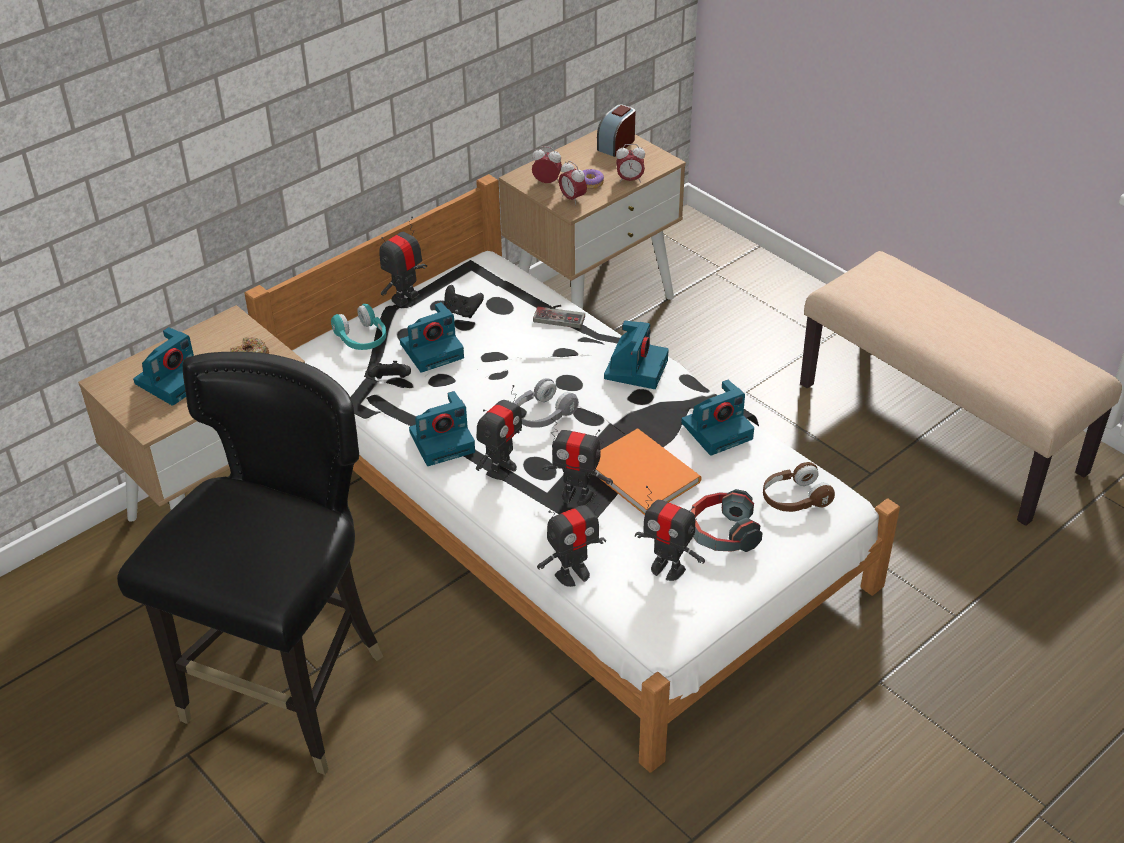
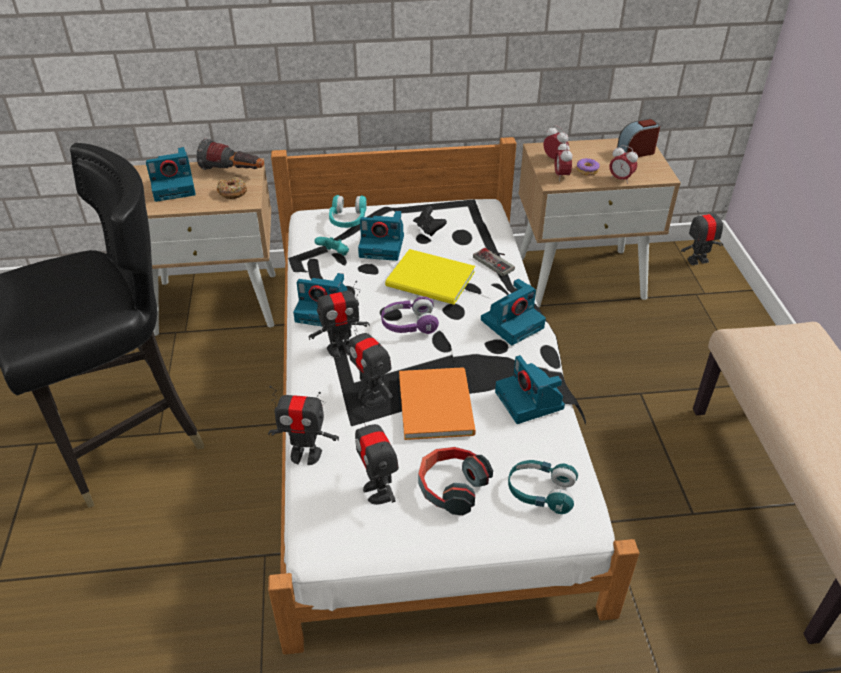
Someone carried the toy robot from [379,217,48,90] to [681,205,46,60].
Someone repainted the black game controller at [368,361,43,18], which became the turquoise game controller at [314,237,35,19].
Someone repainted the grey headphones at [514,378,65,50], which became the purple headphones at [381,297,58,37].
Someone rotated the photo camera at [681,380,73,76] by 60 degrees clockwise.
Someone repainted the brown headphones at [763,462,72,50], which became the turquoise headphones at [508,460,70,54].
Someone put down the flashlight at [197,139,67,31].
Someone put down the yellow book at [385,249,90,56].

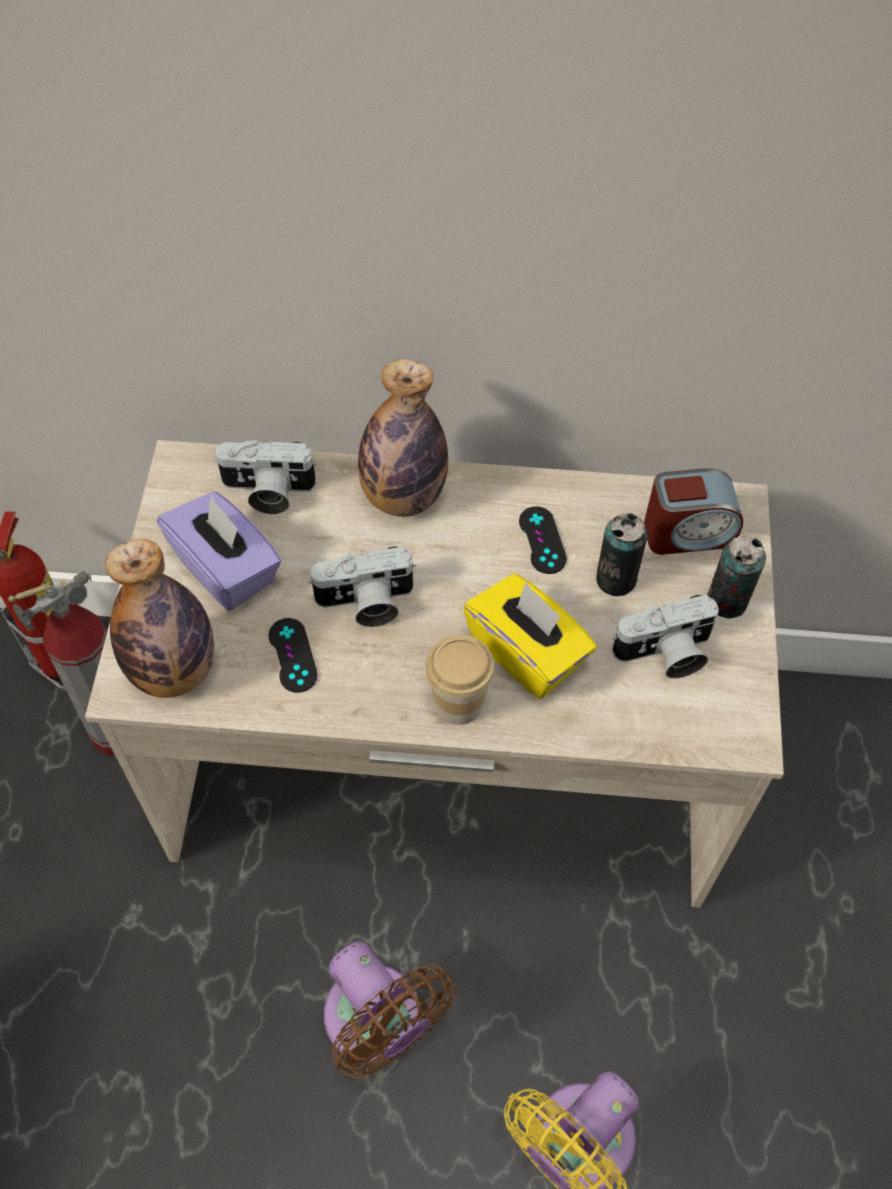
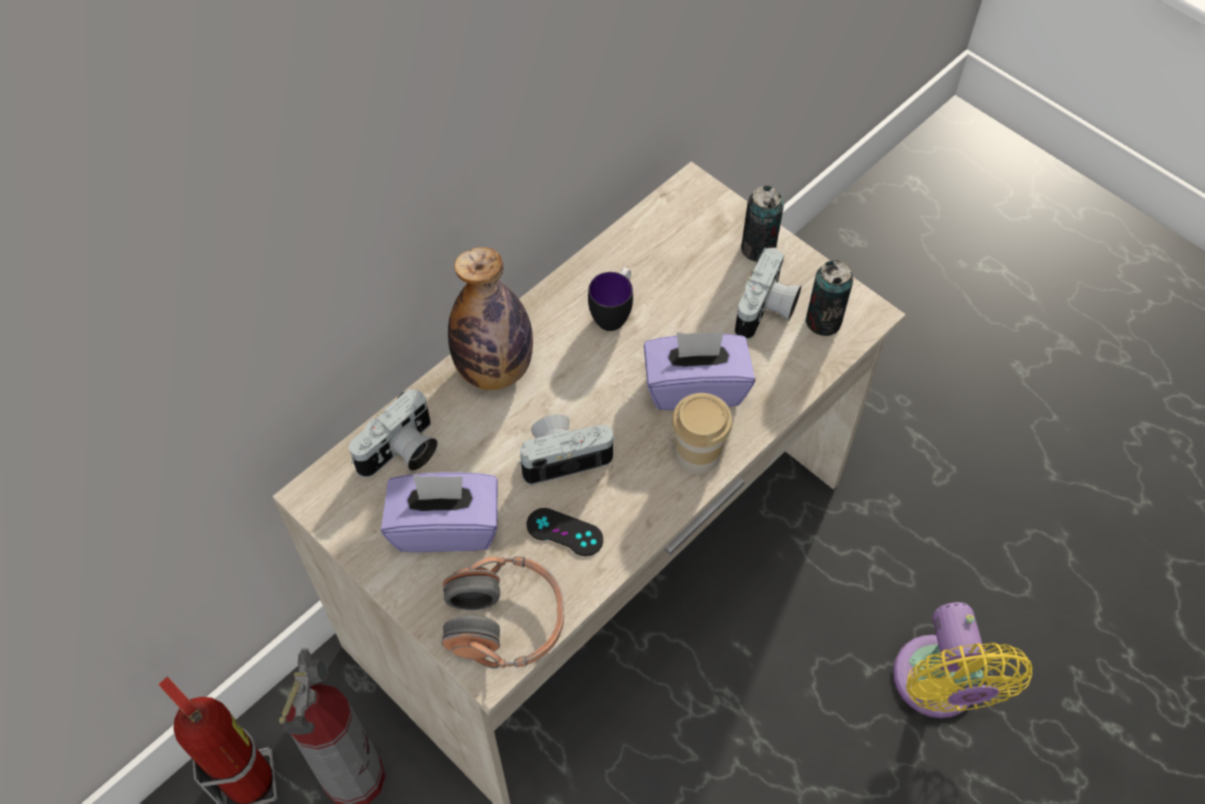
Someone took away the alarm clock at [644,468,100,87].
Someone swapped the black game controller at [519,506,48,68] for the mug at [588,268,45,63].
Someone carried the can from [596,513,52,83] to [805,260,48,76].
Someone swapped the bottle at [105,539,109,159] for the headphones at [442,556,122,112].
Someone rotated the photo camera at [308,546,108,81] by 135 degrees counterclockwise.
Someone repainted the yellow tissue box at [463,574,134,125], which became the purple tissue box at [644,332,111,78].
Someone took away the brown fan at [324,941,131,137].

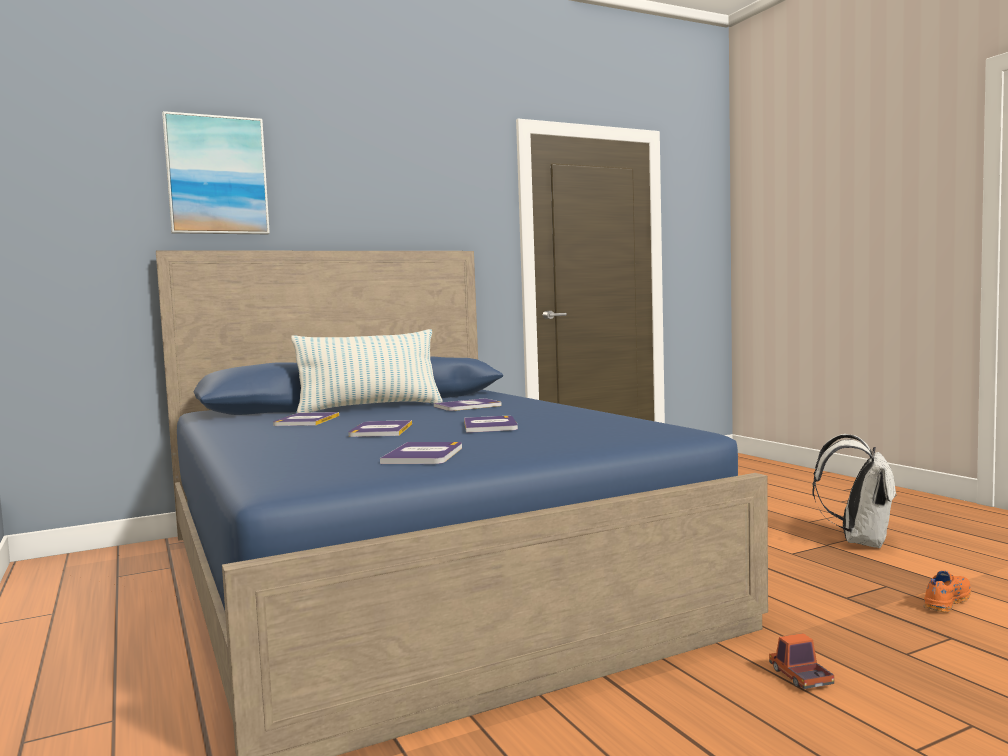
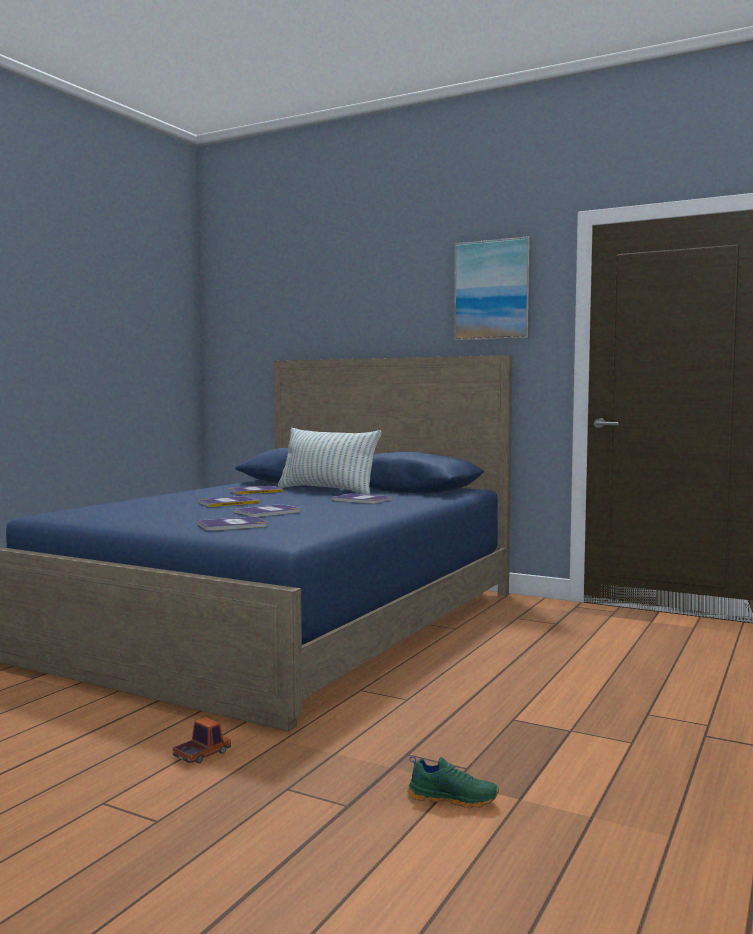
Someone carried the picture from [162,111,108,123] to [454,236,78,105].
Someone took away the white backpack at [812,434,85,114].
Someone carried the book from [380,442,82,22] to [197,517,71,14].
Someone repainted the orange shoe at [924,570,47,43], which became the green shoe at [408,756,91,52].

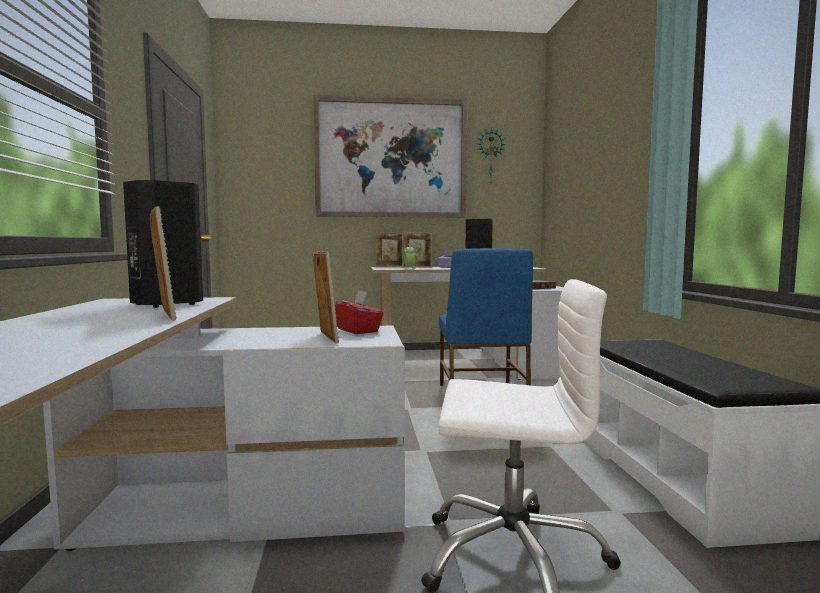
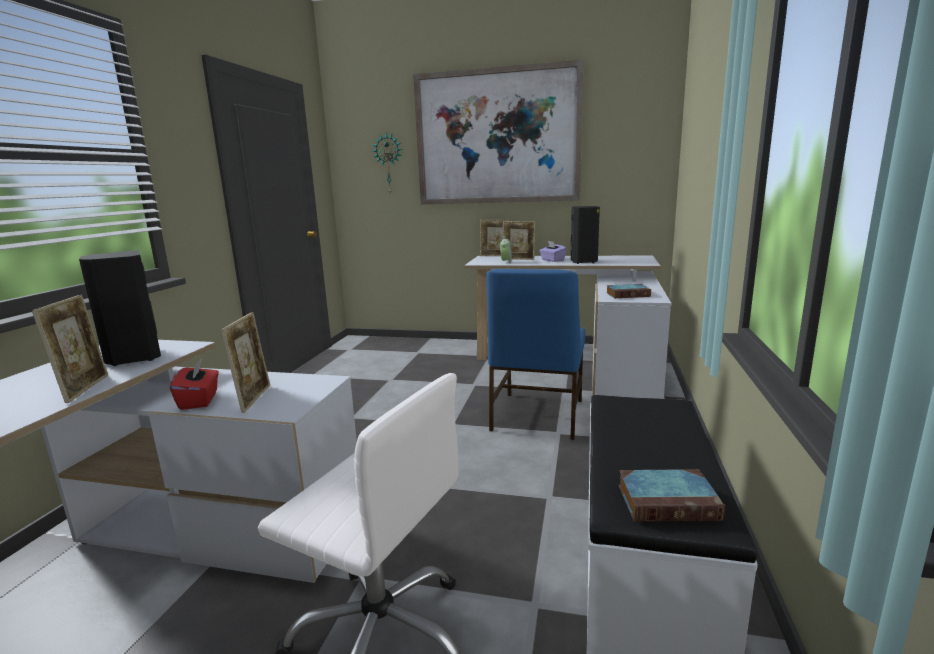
Someone carried the wall clock from [477,128,30,58] to [372,133,31,62].
Someone carried the red tissue box from [334,290,50,44] to [170,359,49,51].
Someone put down the book at [619,469,106,53].

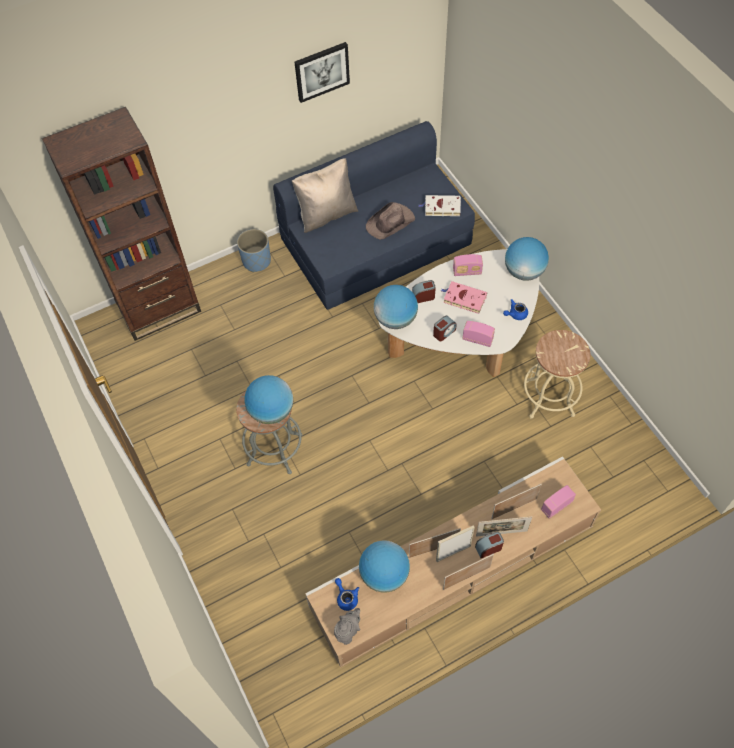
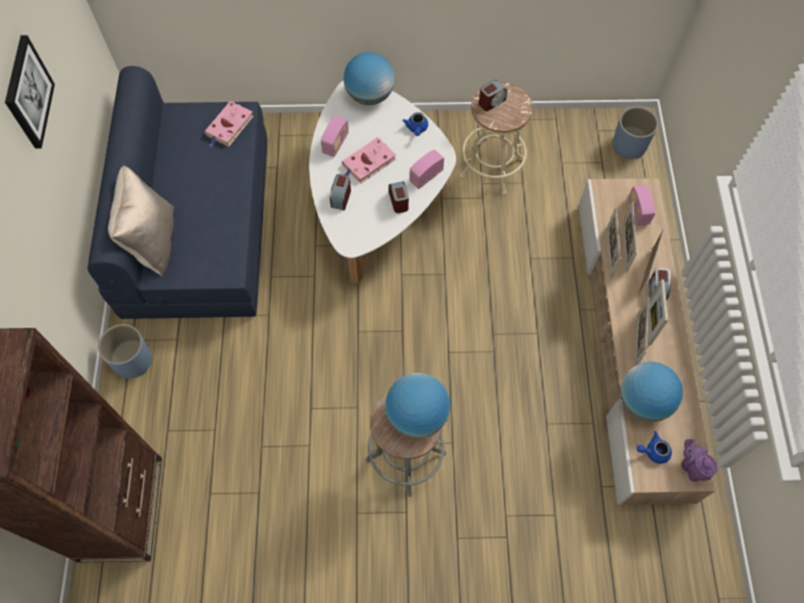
Someone repainted the white book at [418,195,43,21], which became the pink book at [204,101,50,47].
Someone took away the brown hat at [366,202,49,38].
Someone took away the globe at [374,285,44,44].
Someone carried the picture frame from [443,554,51,36] to [606,208,15,71].
Someone repainted the grey teapot at [334,608,26,37], which became the purple teapot at [682,439,36,43].
Someone put down the alarm clock at [479,80,28,31].
Someone put down the blue planter at [613,107,45,52].

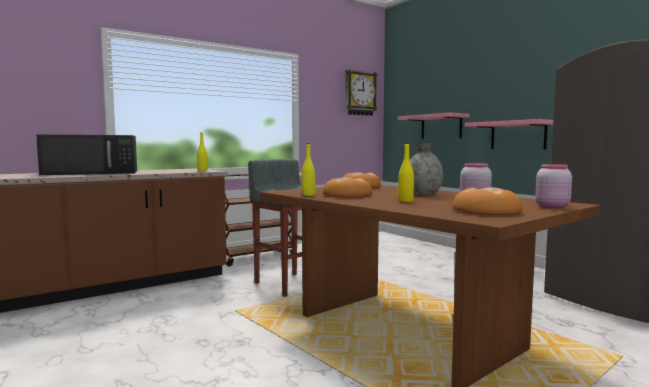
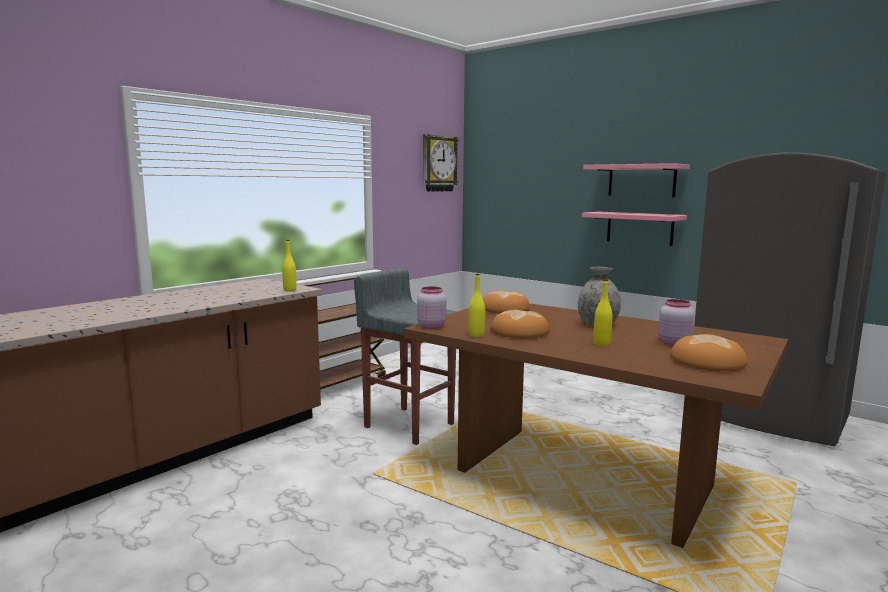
Someone carried the pink shelf from [397,113,73,26] to [583,163,107,34].
Someone took away the black microwave at [36,134,101,41].
Someone carried the pink jar from [535,164,37,45] to [417,287,29,42].

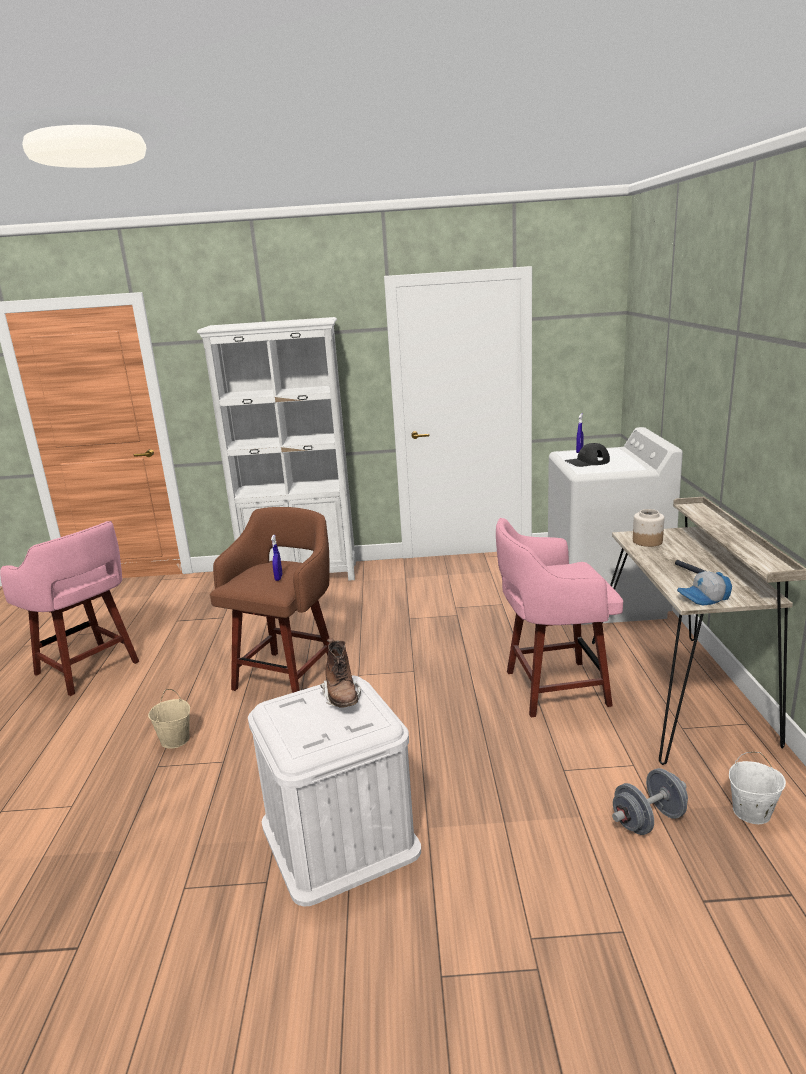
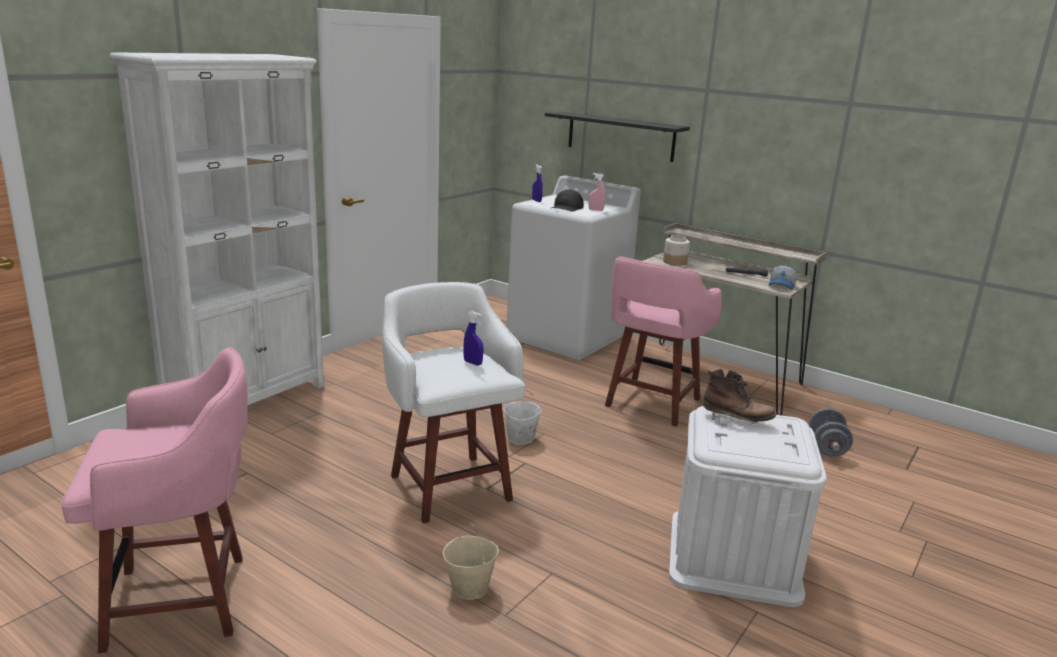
Someone repainted the brown stool at [210,507,120,186], which became the white stool at [382,282,143,241].
Someone carried the white bucket from [729,752,57,72] to [504,390,37,55].
Someone put up the black shelf at [545,111,145,51].
Someone put down the pink spray bottle at [589,173,16,38].

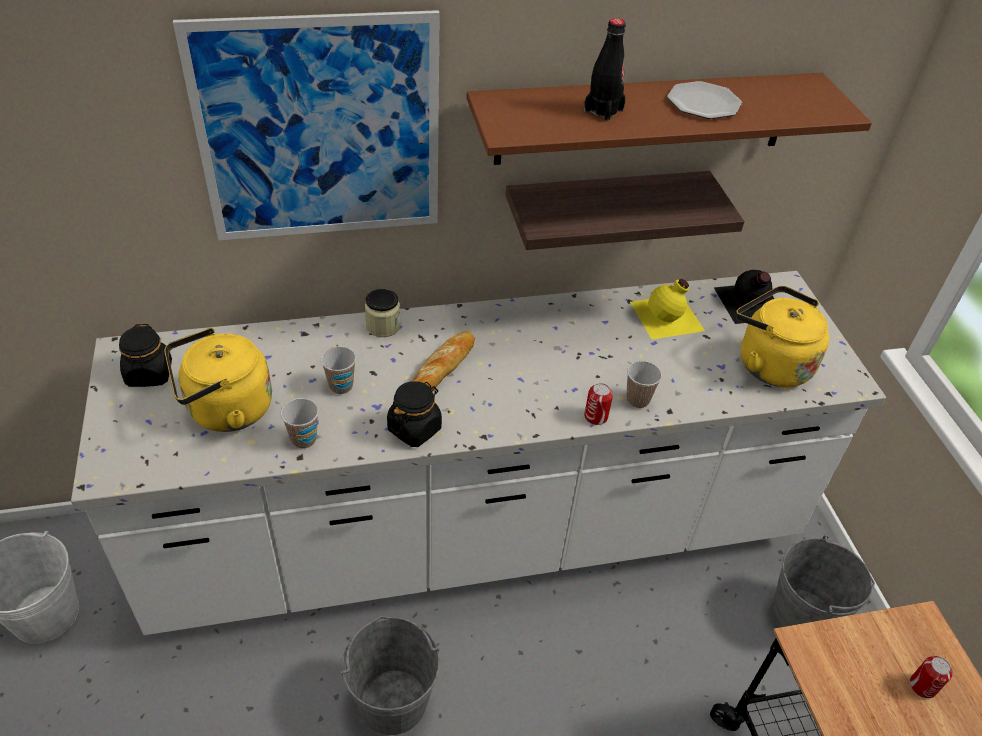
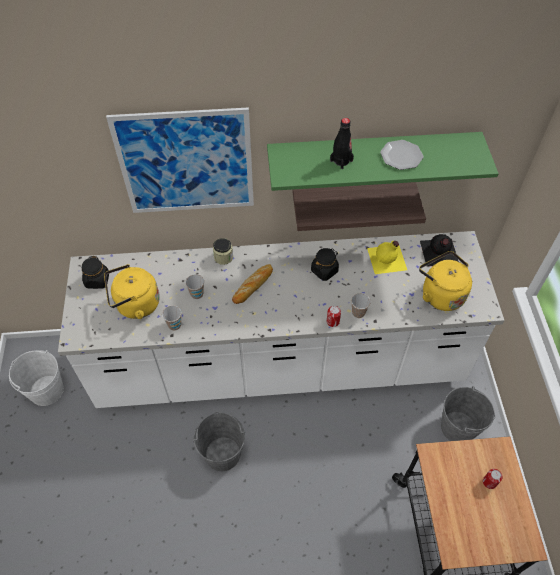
Someone repainted the brown shelf at [467,73,405,92], which became the green shelf at [267,132,232,59].
Someone carried the black jar from [387,381,55,66] to [311,248,28,33].

